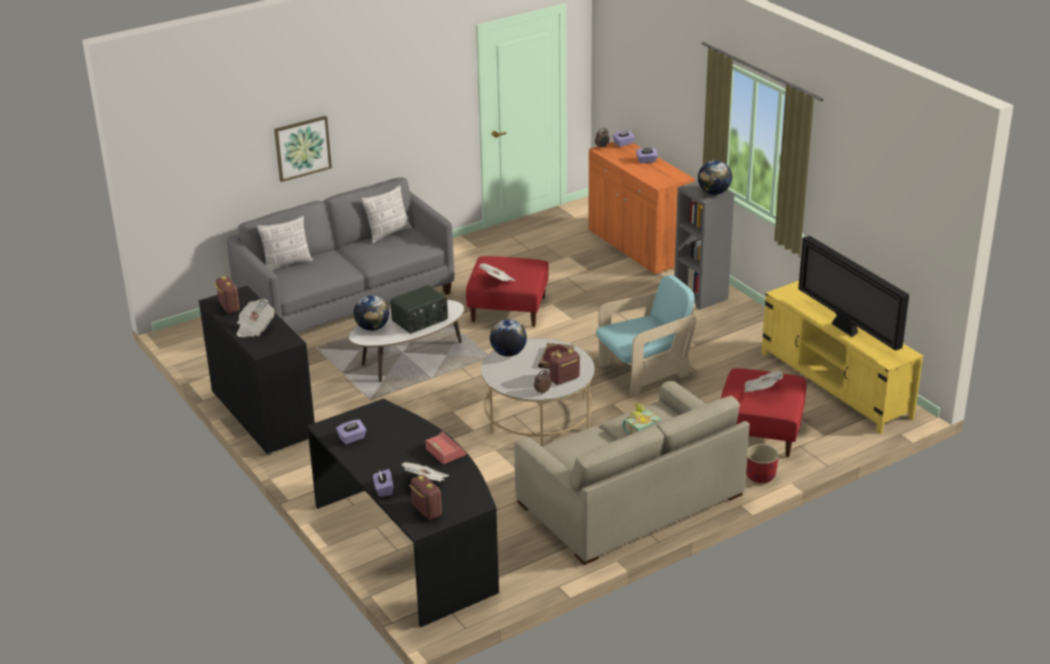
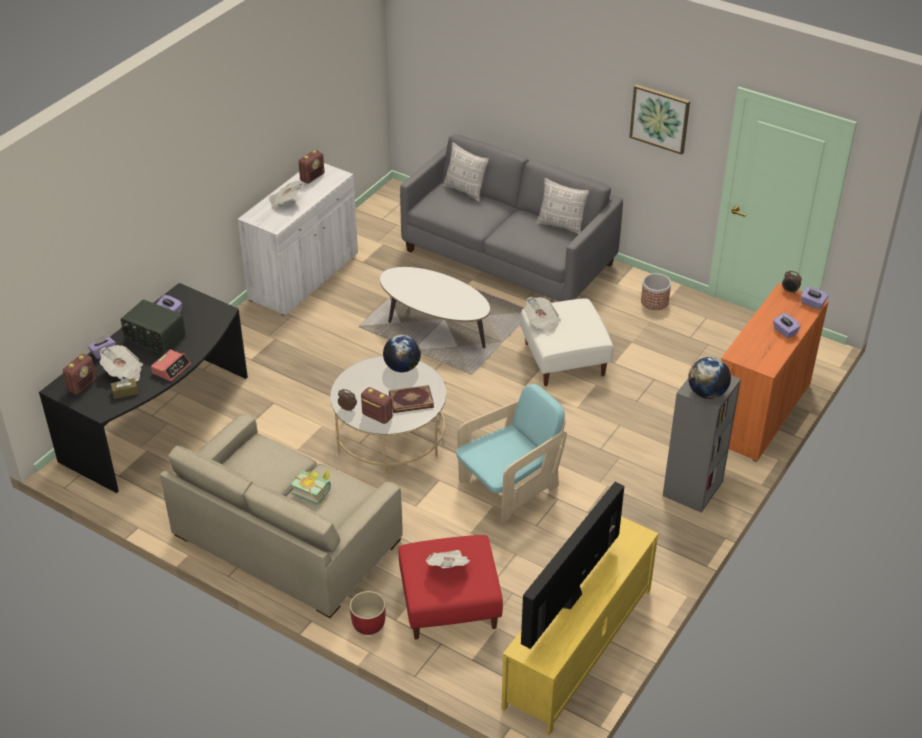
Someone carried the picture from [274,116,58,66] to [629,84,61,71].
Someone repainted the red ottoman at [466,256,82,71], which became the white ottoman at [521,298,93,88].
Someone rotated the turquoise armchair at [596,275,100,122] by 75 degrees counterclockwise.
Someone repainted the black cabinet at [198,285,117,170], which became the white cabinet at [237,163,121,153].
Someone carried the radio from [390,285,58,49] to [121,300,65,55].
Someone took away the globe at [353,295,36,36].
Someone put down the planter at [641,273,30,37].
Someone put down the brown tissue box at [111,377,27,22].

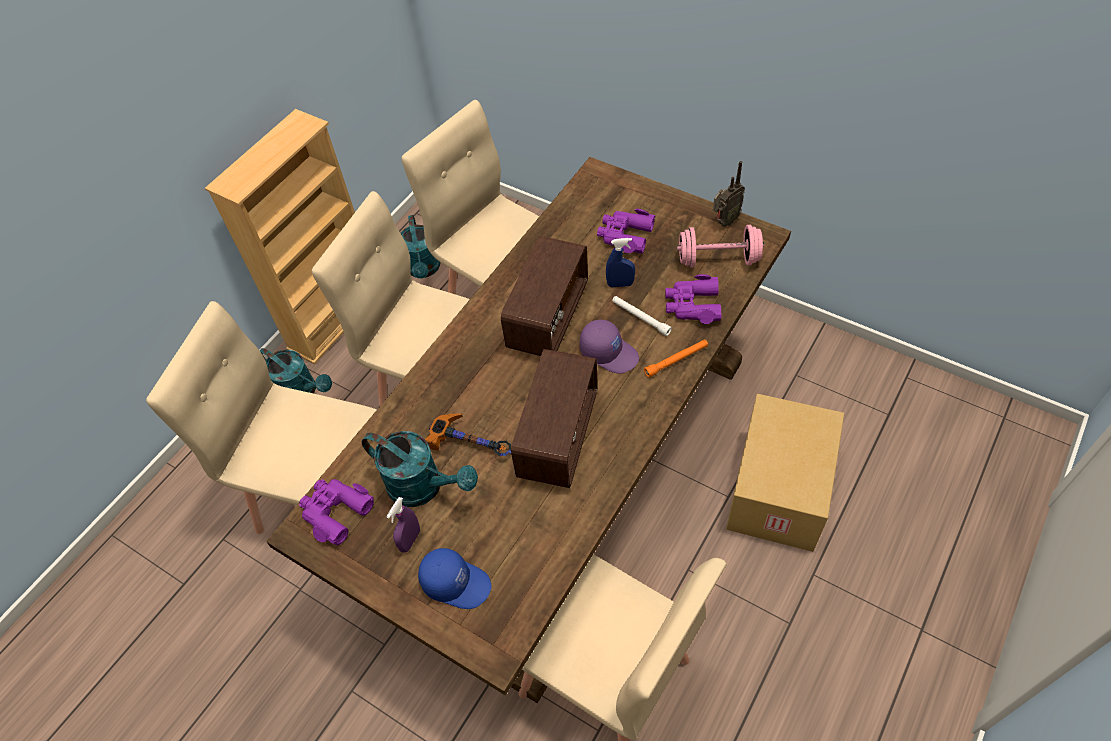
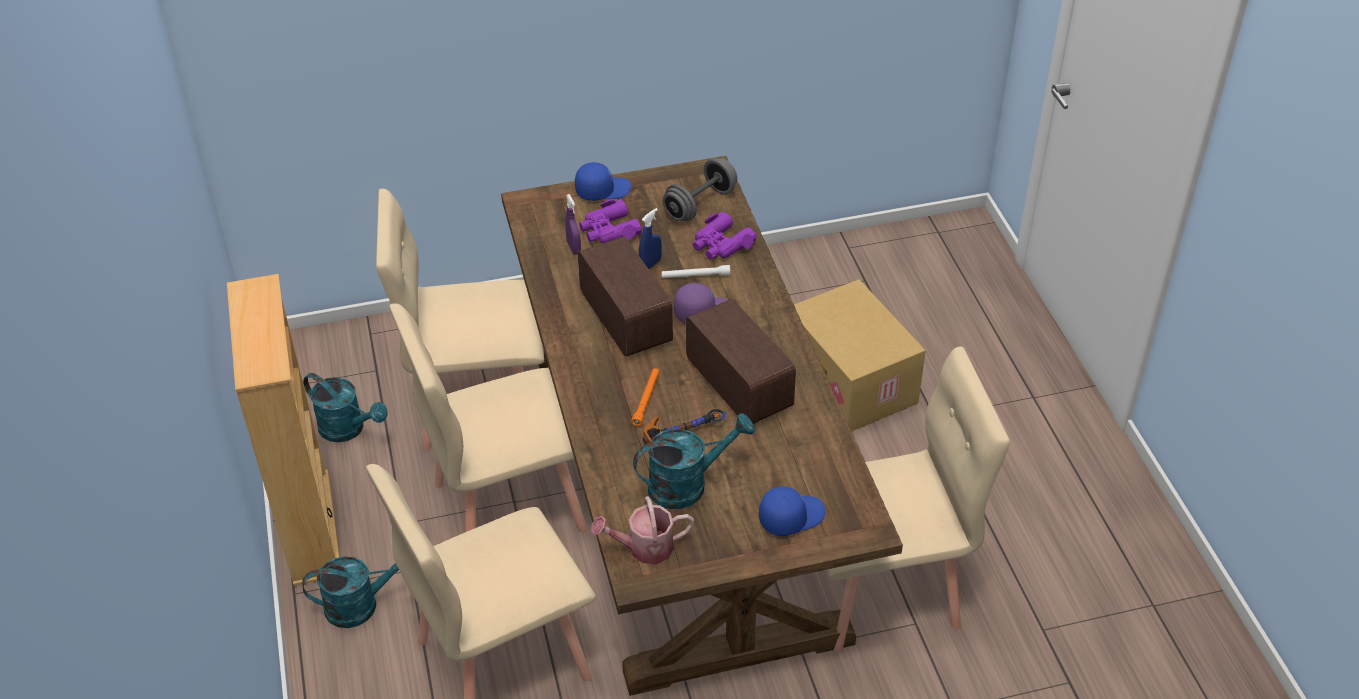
Someone took away the radio at [713,161,32,66].
Someone repainted the pink dumbbell at [677,225,87,43], which became the grey dumbbell at [663,158,74,63].
Someone carried the orange flashlight from [644,340,64,38] to [631,368,29,58].
Someone swapped the purple binoculars at [299,479,75,66] for the watering can at [591,496,103,68].
Someone carried the purple spray bottle from [387,497,33,56] to [565,194,16,61].
Someone put down the blue cap at [575,162,56,39].

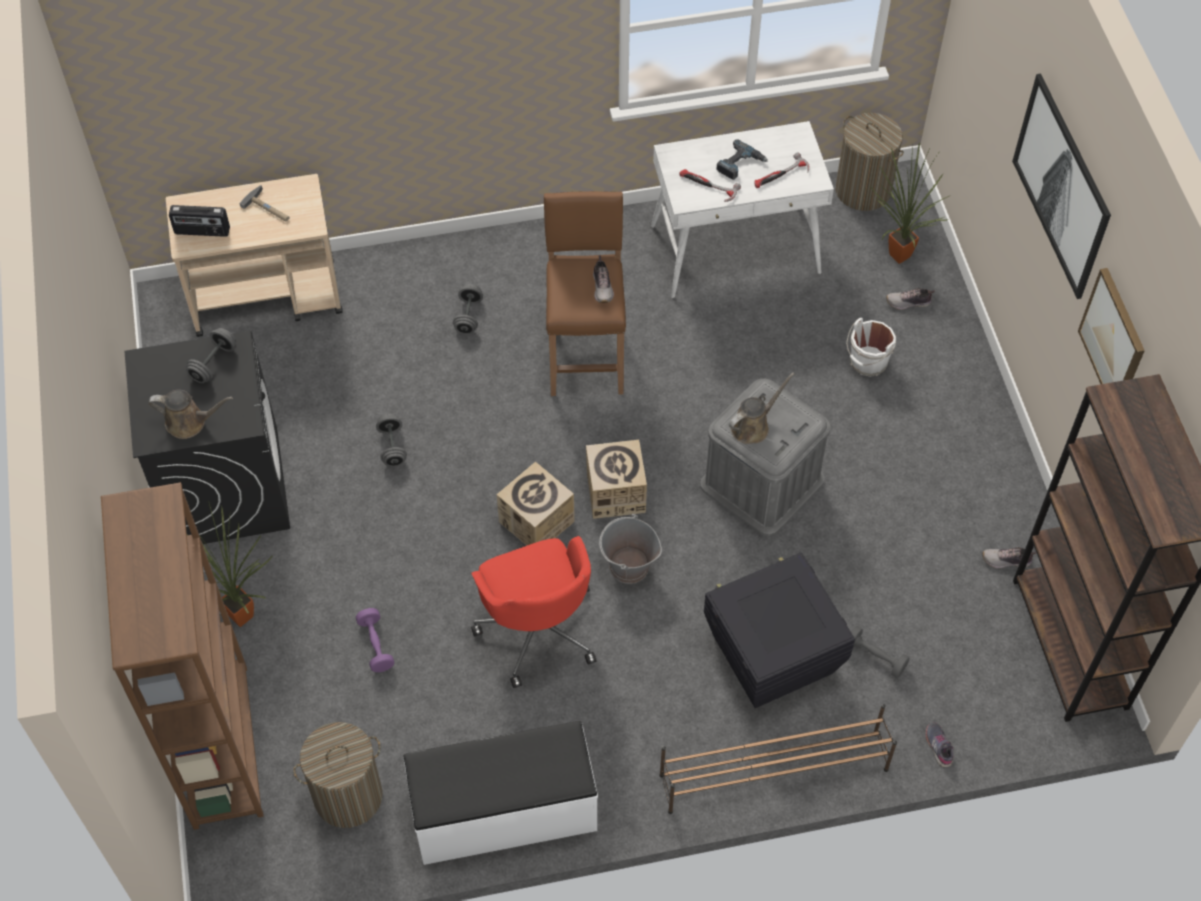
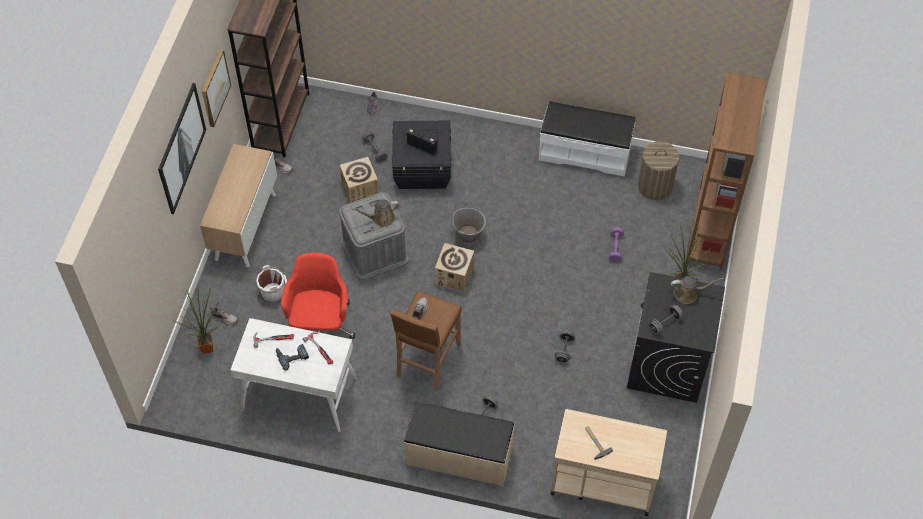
Someone took away the laundry basket at [836,113,68,98].
Someone carried the radio from [169,205,61,32] to [406,128,31,27].
Someone rotated the brown watering can at [148,390,85,49] by 150 degrees clockwise.
Someone carried the cardboard box from [497,462,78,83] to [340,157,39,46].
Someone carried the red office chair from [471,536,126,152] to [281,252,74,87].
Someone took away the brown shoe rack at [659,704,238,110].
Someone put down the cabinet at [200,144,77,123].
Someone put down the beige bench at [404,401,111,85].

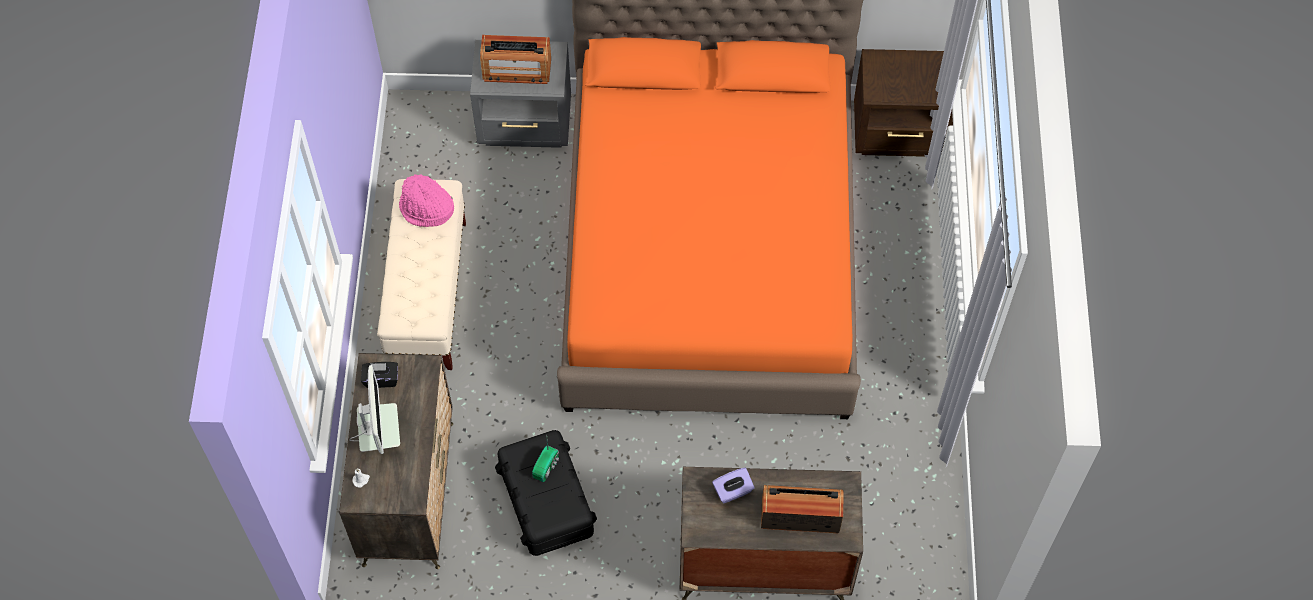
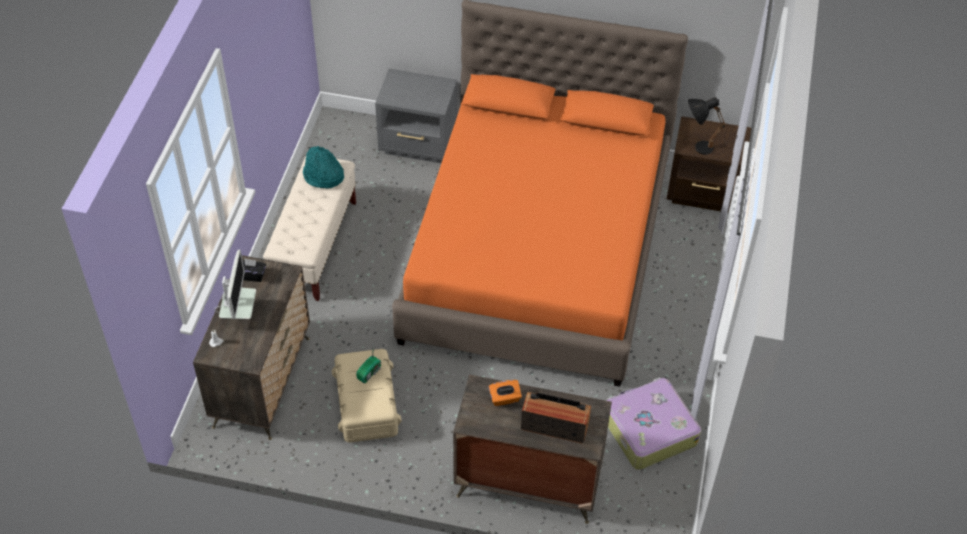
Someone took away the radio at [480,35,71,49].
Someone repainted the pink hat at [399,174,55,53], which became the turquoise hat at [303,146,41,42].
Someone repainted the black storage box at [495,430,102,126], which became the beige storage box at [332,349,70,94].
Someone repainted the purple tissue box at [712,468,43,36], which became the orange tissue box at [489,380,33,26].
Someone put down the black table lamp at [688,97,38,58].
Someone put down the suitcase at [606,377,95,93].

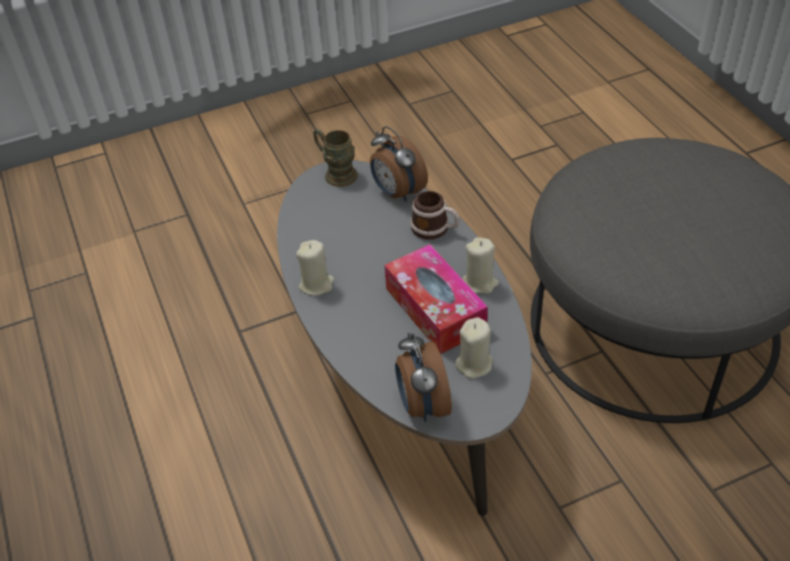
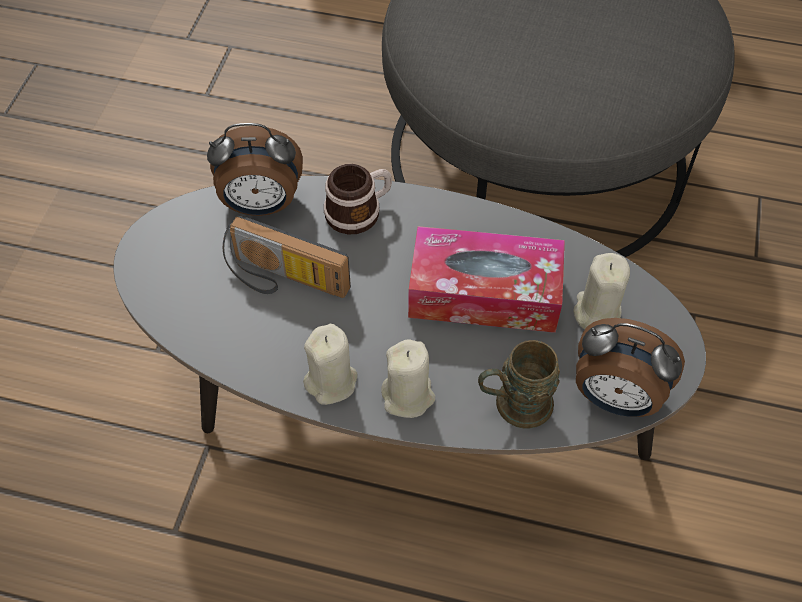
Someone carried the brown mug from [313,129,45,58] to [478,340,82,89].
Someone carried the beige candle from [462,237,37,57] to [381,339,54,79].
Someone put down the radio at [223,216,128,82].

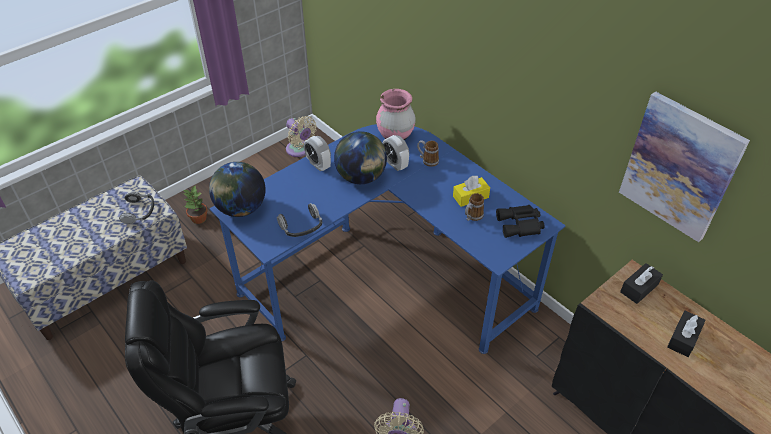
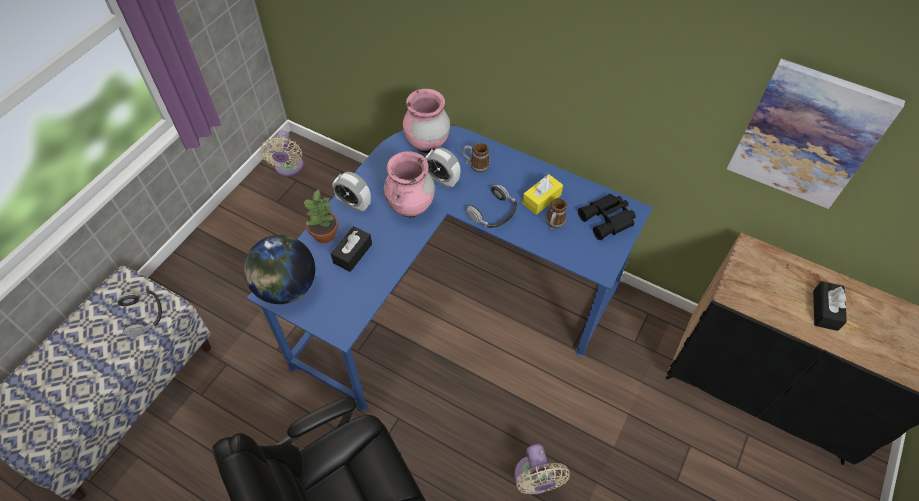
Someone rotated the beige fan at [286,116,31,41] by 60 degrees clockwise.
Someone swapped the globe at [334,131,53,53] for the pink vase at [384,151,51,66].
Someone carried the potted plant from [183,185,25,39] to [303,189,35,54].
Someone carried the headphones from [277,203,45,34] to [466,185,51,43].
Someone carried the black tissue box from [620,263,43,41] to [331,226,41,46].

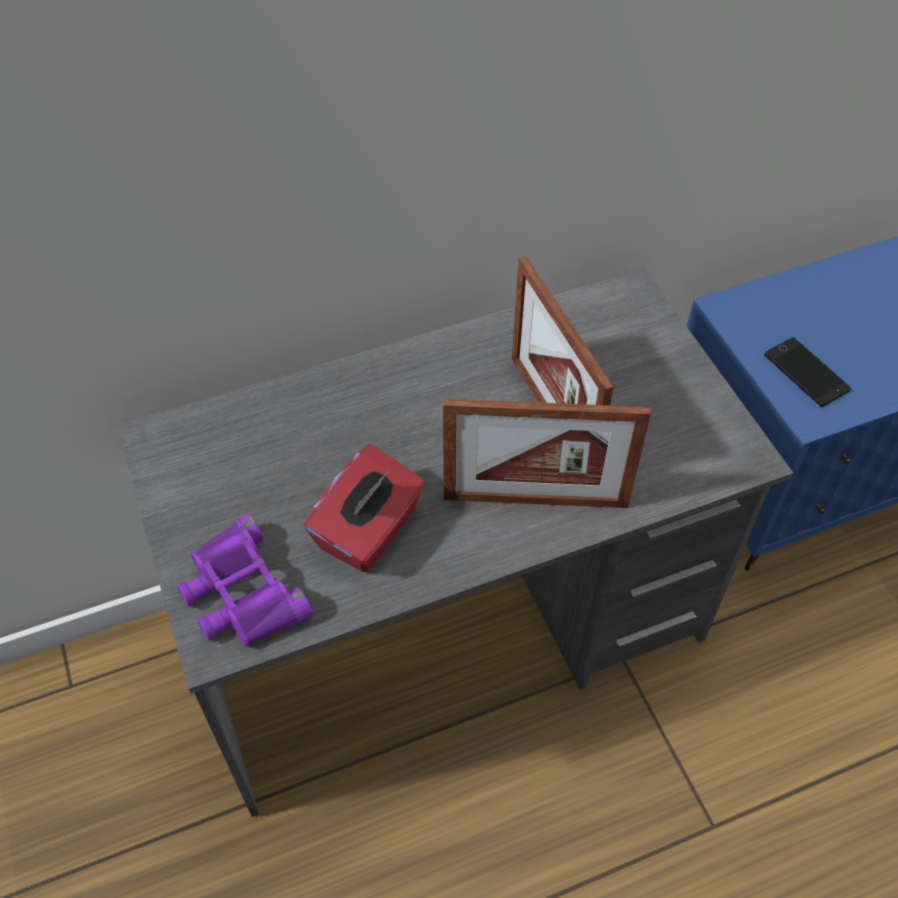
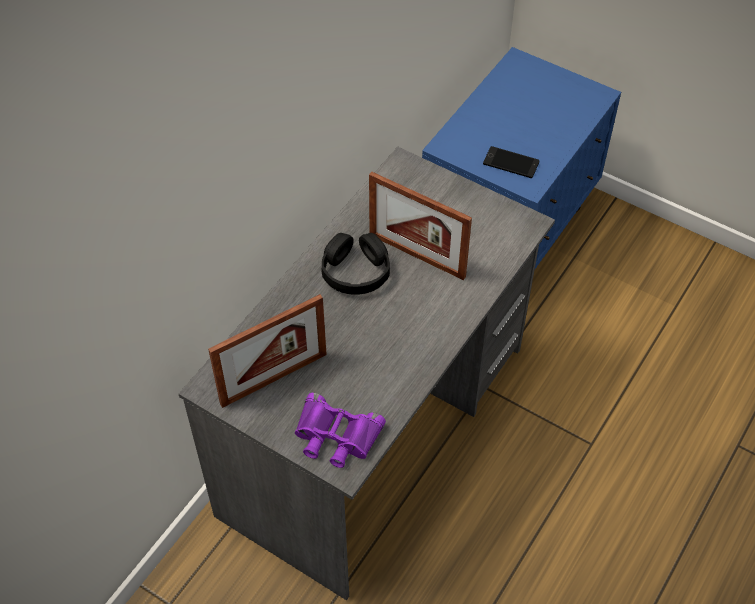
Someone carried the picture frame from [443,399,208,109] to [208,294,119,114].
Someone took away the red tissue box at [304,444,121,128].
Someone put down the black headphones at [321,233,69,62].

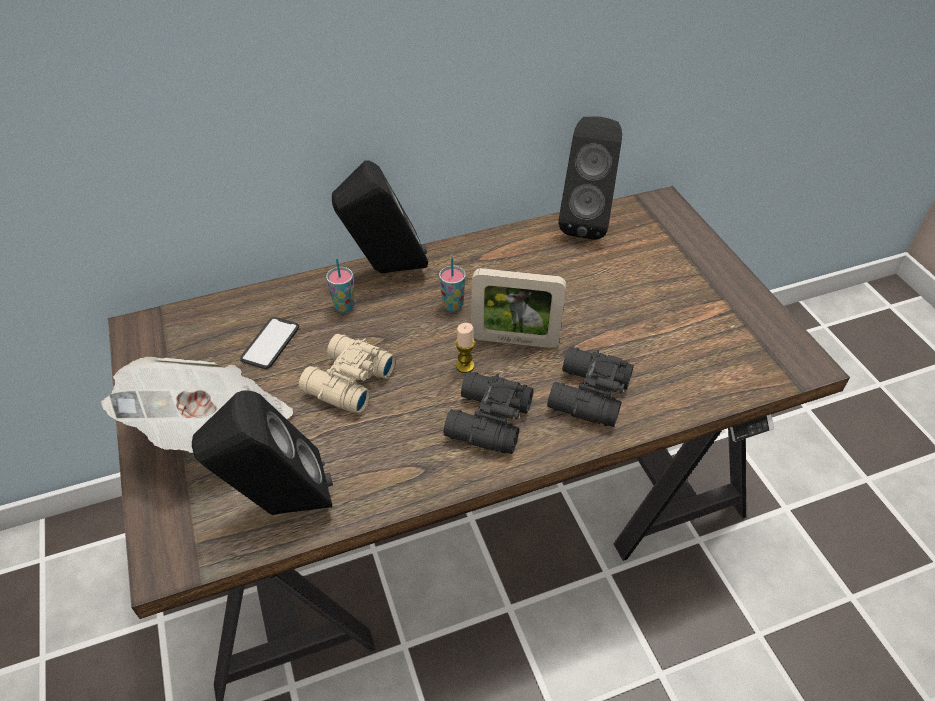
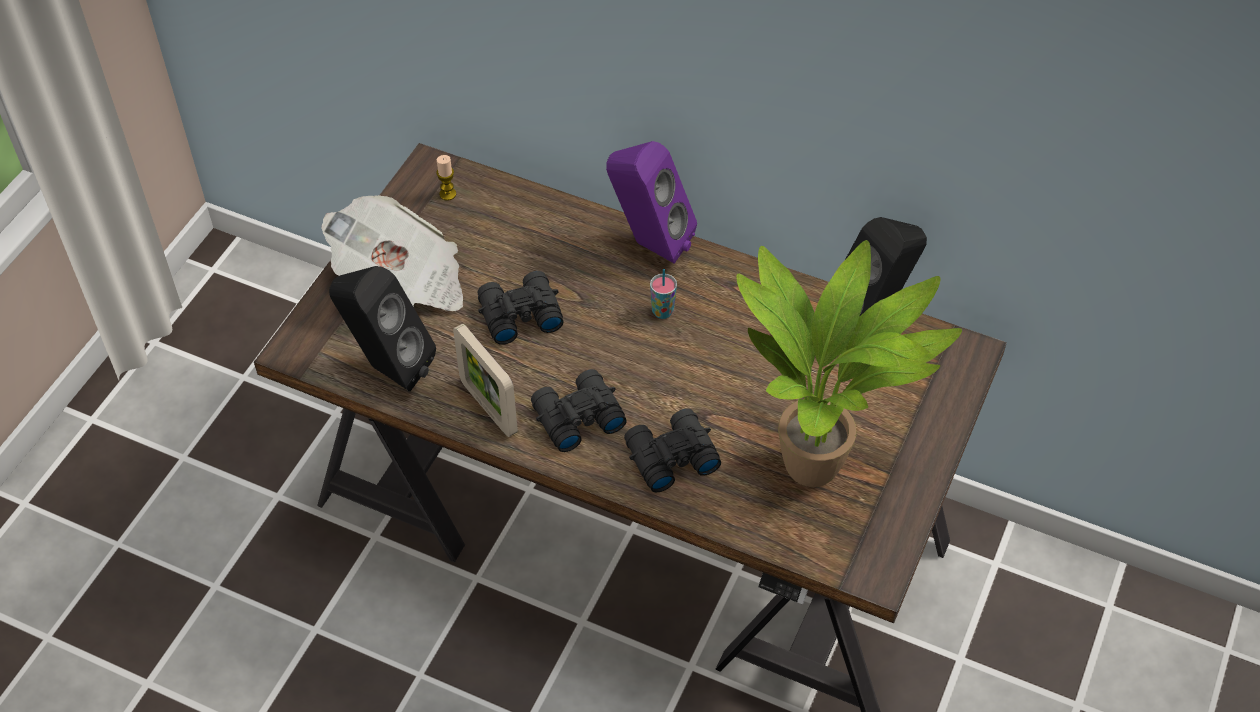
Someone repainted the black speaker at [332,161,96,112], which became the purple speaker at [606,141,91,123].
Someone took away the cup at [326,258,29,55].
Someone carried the picture frame from [471,268,95,80] to [453,324,65,113].
Someone took away the phone at [240,317,59,52].
Someone carried the candle from [455,323,20,50] to [436,155,20,46].
Someone repainted the beige binoculars at [299,334,97,80], which became the black binoculars at [478,271,85,74].
Someone put down the potted plant at [736,240,226,247].

